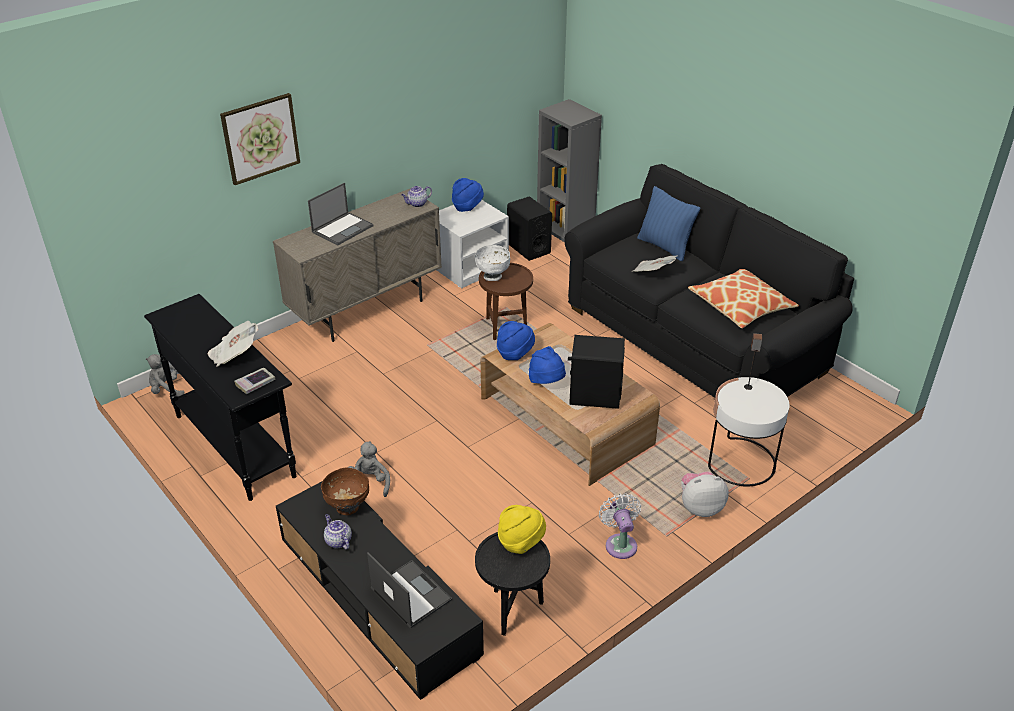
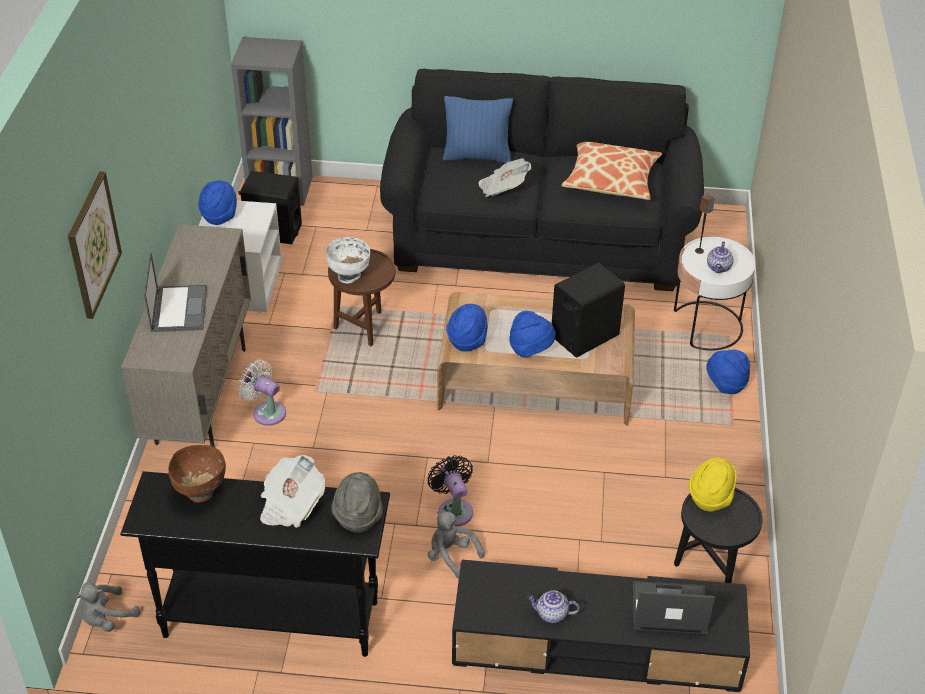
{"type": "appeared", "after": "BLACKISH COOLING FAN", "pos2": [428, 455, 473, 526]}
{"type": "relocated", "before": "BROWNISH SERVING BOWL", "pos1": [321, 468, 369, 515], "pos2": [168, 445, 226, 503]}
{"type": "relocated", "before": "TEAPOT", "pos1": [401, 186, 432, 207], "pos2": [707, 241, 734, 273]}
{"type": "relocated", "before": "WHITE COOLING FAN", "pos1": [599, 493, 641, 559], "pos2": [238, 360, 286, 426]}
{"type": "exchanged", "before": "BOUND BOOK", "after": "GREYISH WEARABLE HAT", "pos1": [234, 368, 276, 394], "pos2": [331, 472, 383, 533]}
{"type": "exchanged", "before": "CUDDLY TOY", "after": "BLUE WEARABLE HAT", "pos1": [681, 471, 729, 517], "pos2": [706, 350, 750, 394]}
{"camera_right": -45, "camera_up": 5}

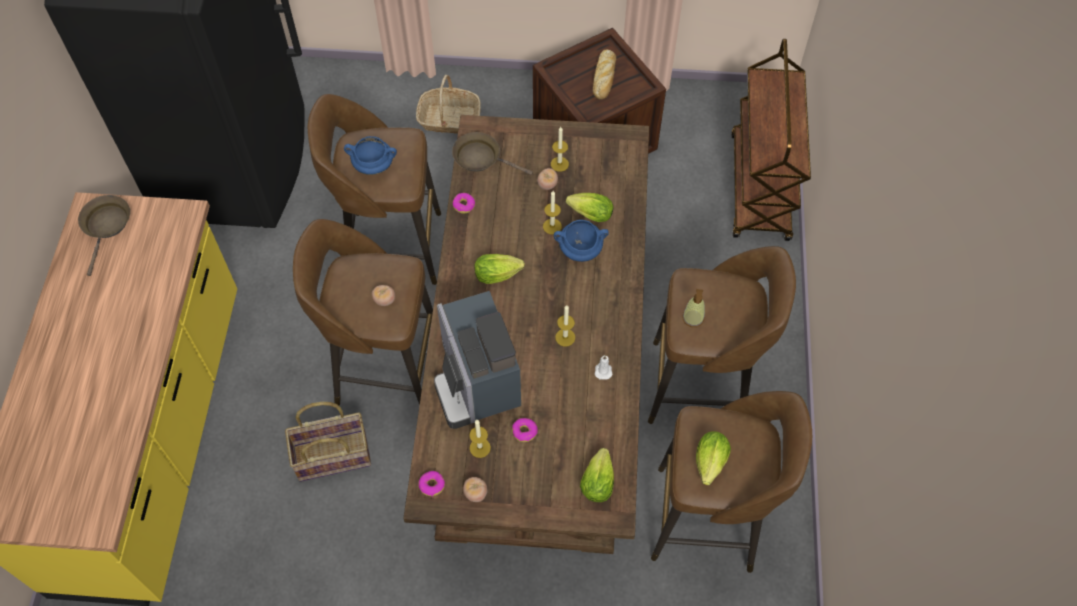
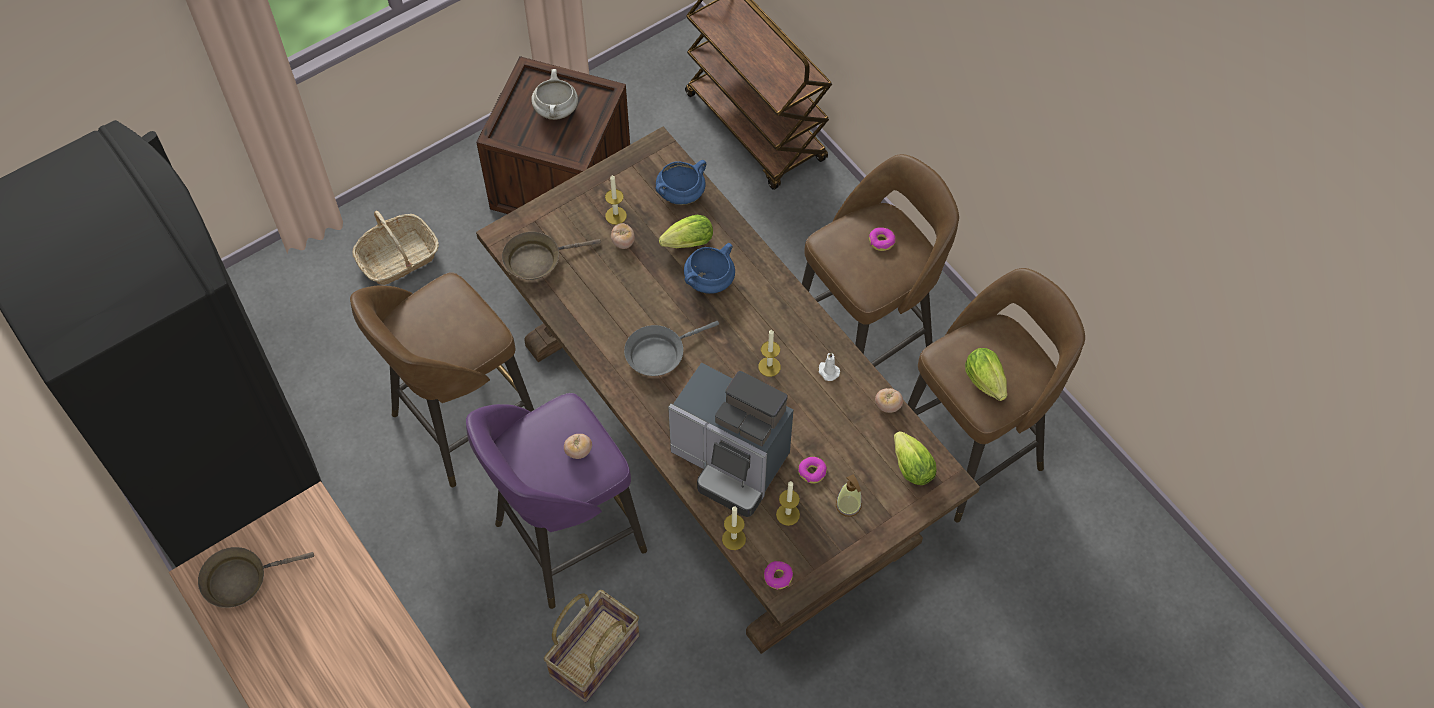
{"type": "relocated", "before": "BLUE STOCKPOT", "pos1": [344, 136, 397, 175], "pos2": [655, 160, 706, 205]}
{"type": "relocated", "before": "DONUT", "pos1": [453, 193, 475, 214], "pos2": [869, 227, 896, 251]}
{"type": "relocated", "before": "WHOLE TOMATO", "pos1": [463, 477, 488, 502], "pos2": [875, 388, 903, 413]}
{"type": "relocated", "before": "WAX LIGHT", "pos1": [543, 191, 562, 234], "pos2": [722, 506, 746, 550]}
{"type": "relocated", "before": "SOAP DISPENSER", "pos1": [682, 289, 705, 327], "pos2": [836, 474, 862, 517]}
{"type": "exchanged", "before": "HEAD OF LETTUCE", "after": "GREYISH SKILLET", "pos1": [474, 254, 525, 284], "pos2": [624, 321, 719, 376]}
{"type": "exchanged", "before": "BAKED BREAD", "after": "WHITE STOCKPOT", "pos1": [593, 49, 616, 100], "pos2": [531, 69, 578, 120]}
{"type": "colour", "before": "BROWNISH SITTING STOOL", "after": "PURPLE SITTING STOOL", "pos1": [293, 219, 433, 405], "pos2": [466, 393, 647, 609]}
{"type": "spun", "before": "BROWNISH SKILLET", "pos1": [78, 195, 130, 276], "pos2": [198, 547, 314, 608], "turn": -75}
{"camera_right": -40, "camera_up": 0}

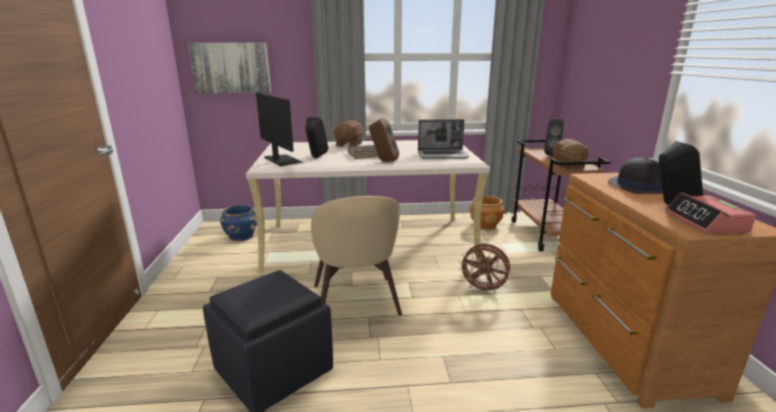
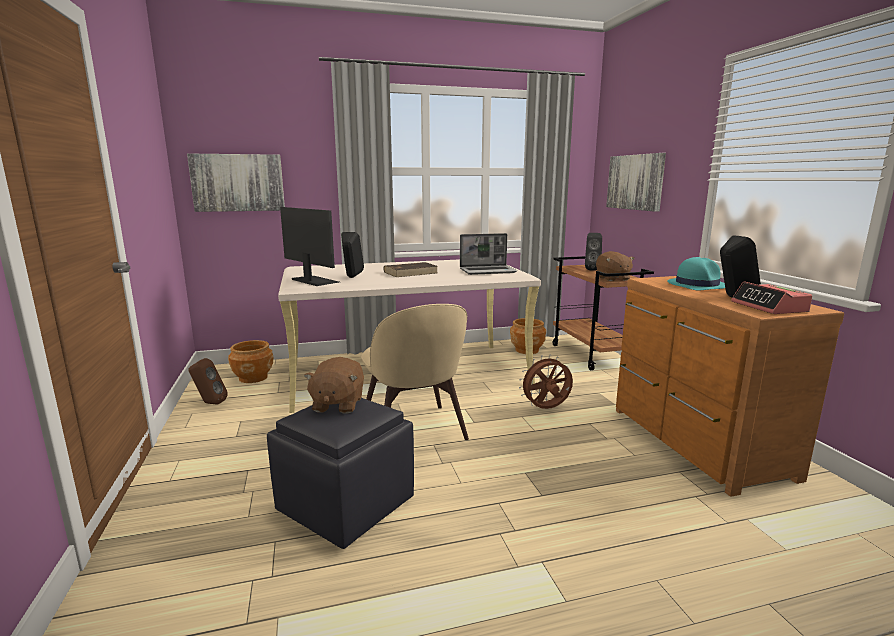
{"type": "appeared", "after": "WALL ART", "pos2": [606, 153, 666, 212]}
{"type": "relocated", "before": "BROWNISH CUDDLY TOY", "pos1": [332, 120, 363, 147], "pos2": [304, 357, 364, 414]}
{"type": "relocated", "before": "BROWNISH SPEAKER", "pos1": [369, 118, 399, 162], "pos2": [189, 358, 228, 405]}
{"type": "colour", "before": "BLUE PLANT POT", "after": "BROWNISH PLANT POT", "pos1": [220, 205, 257, 241], "pos2": [228, 340, 273, 383]}
{"type": "colour", "before": "BLACKISH WEARABLE HAT", "after": "TURQUOISE WEARABLE HAT", "pos1": [608, 157, 663, 194], "pos2": [667, 257, 725, 290]}
{"type": "spun", "before": "BROWNISH COOLING FAN", "pos1": [458, 244, 512, 294], "pos2": [519, 355, 573, 409], "turn": 150}
{"camera_right": -10, "camera_up": -5}

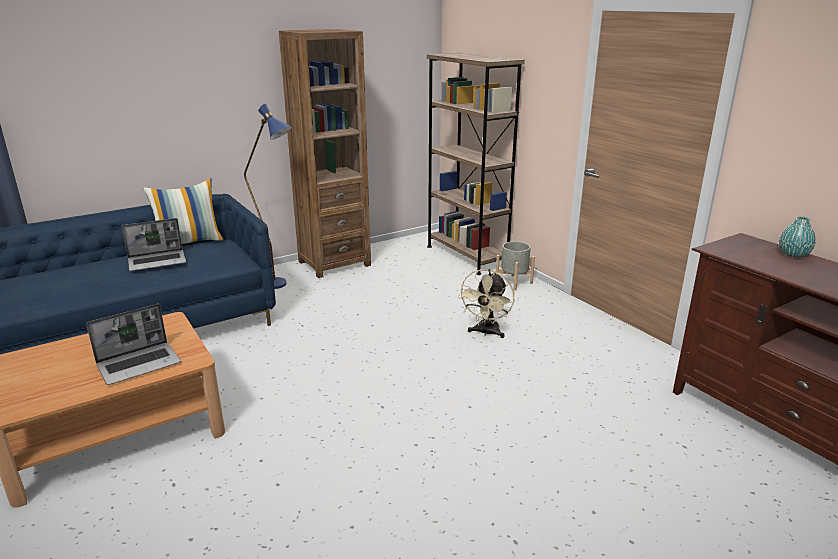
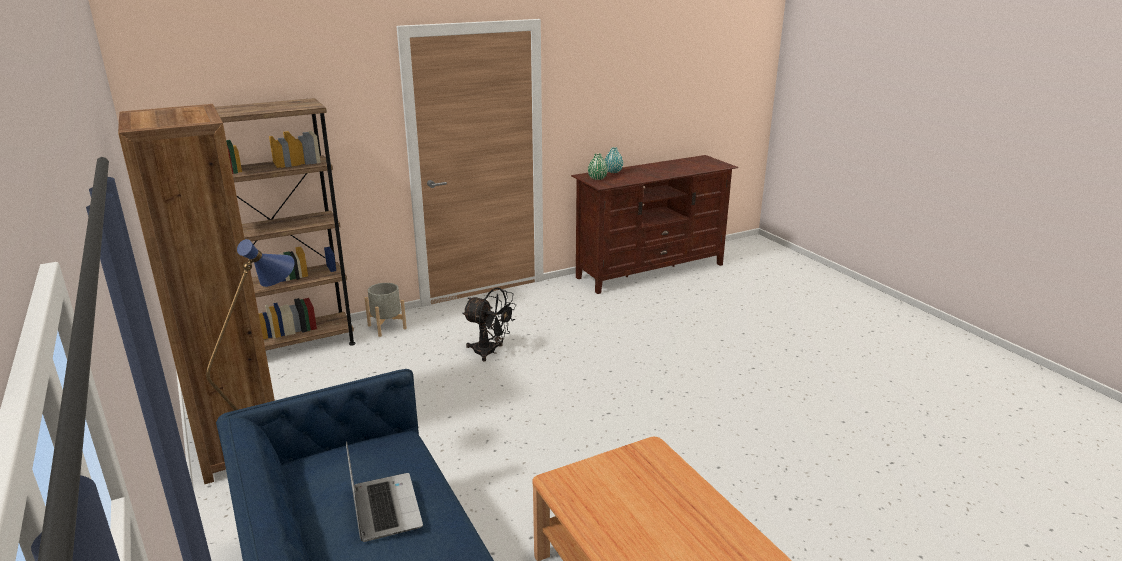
{"type": "missing", "before": "NOTEBOOK COMPUTER", "pos1": [86, 304, 181, 385]}
{"type": "missing", "before": "PILLOW", "pos1": [143, 178, 224, 244]}
{"type": "appeared", "after": "GREEN VASE", "pos2": [588, 153, 608, 180]}
{"type": "colour", "before": "BEIGE COOLING FAN", "after": "BLACKISH COOLING FAN", "pos1": [458, 269, 514, 338], "pos2": [462, 288, 516, 362]}
{"camera_right": -85, "camera_up": 0}

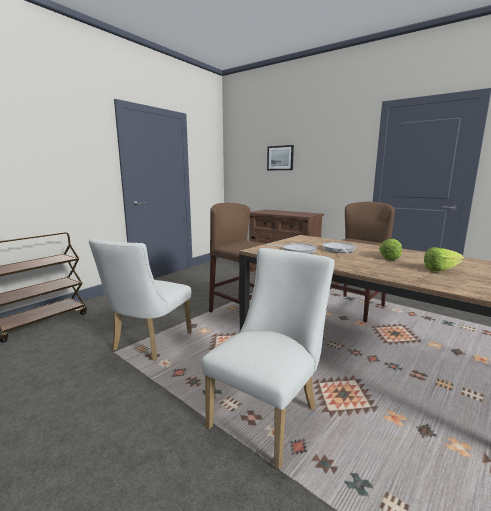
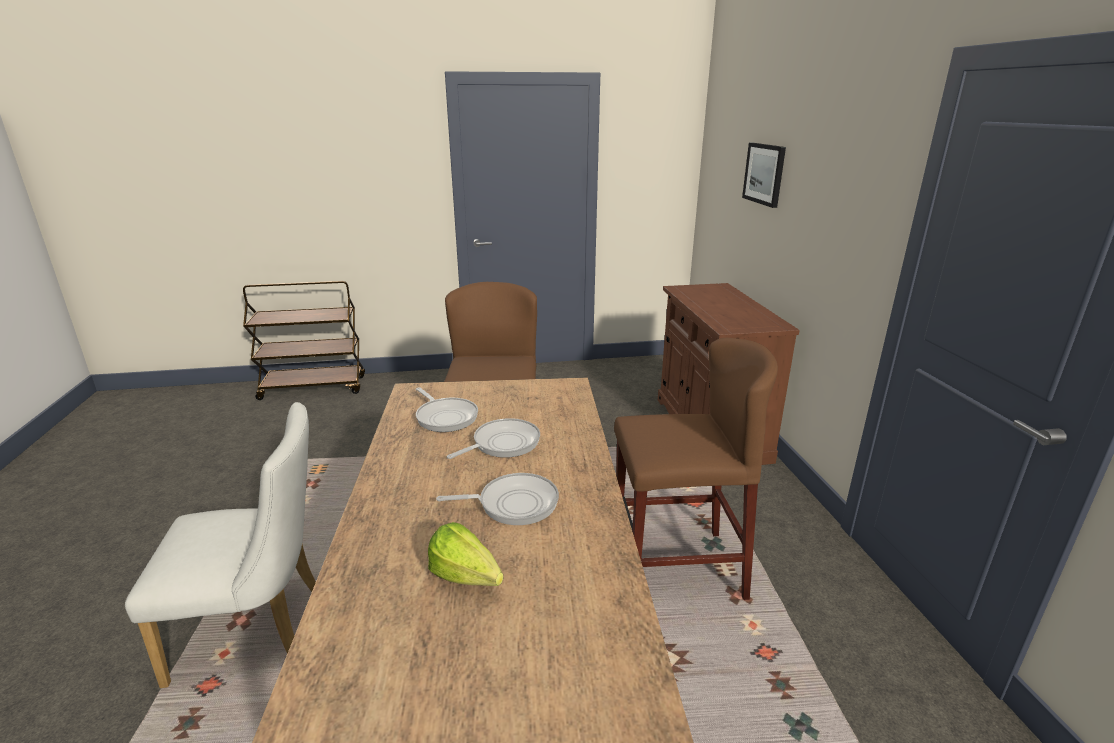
{"type": "missing", "before": "WHITE PLAIN CHAIR", "pos1": [89, 238, 192, 361]}
{"type": "exchanged", "before": "HEAD OF LETTUCE", "after": "SKILLET", "pos1": [379, 239, 402, 260], "pos2": [436, 473, 559, 525]}
{"camera_right": 45, "camera_up": 10}

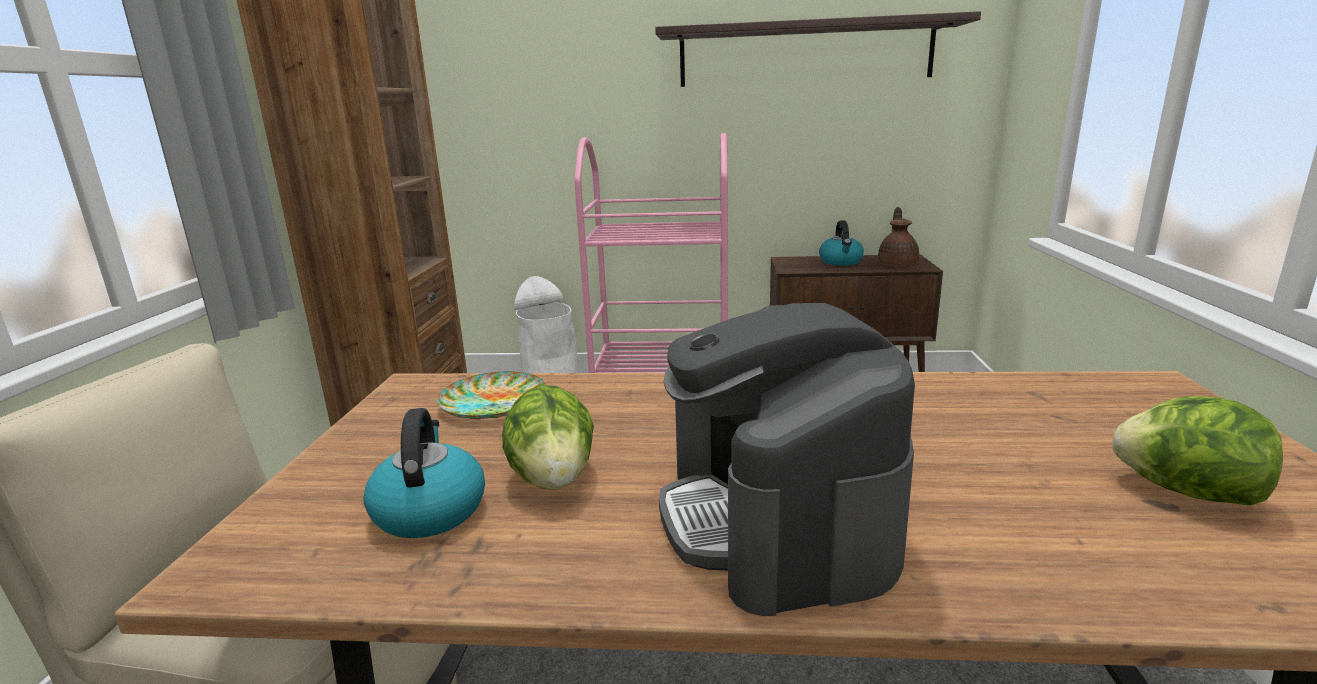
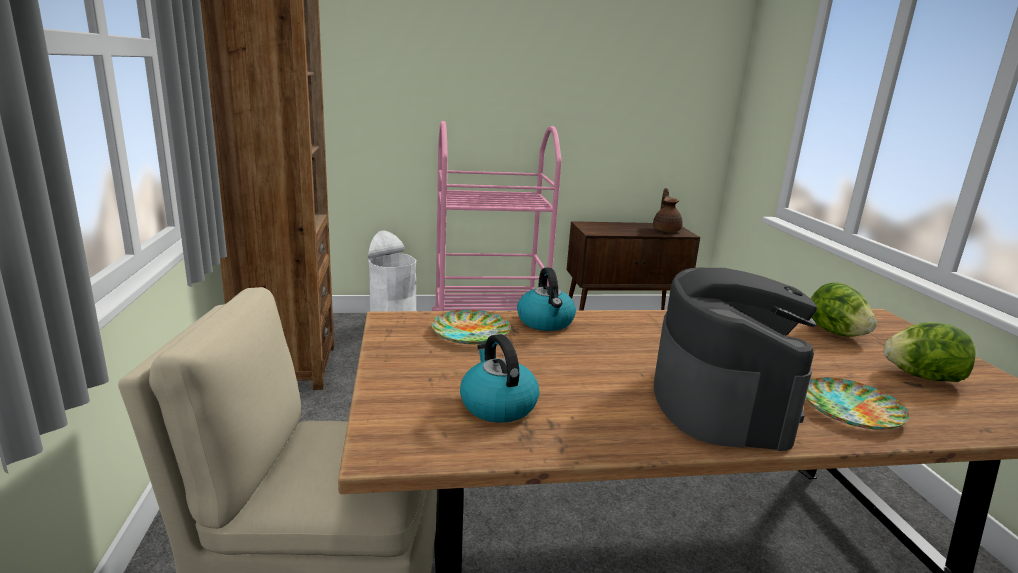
{"type": "missing", "before": "SHELF", "pos1": [655, 11, 981, 87]}
{"type": "appeared", "after": "FLAT DISH", "pos2": [806, 378, 910, 430]}
{"type": "relocated", "before": "HEAD OF LETTUCE", "pos1": [502, 385, 594, 490], "pos2": [811, 283, 877, 337]}
{"type": "relocated", "before": "KETTLE", "pos1": [819, 220, 864, 266], "pos2": [517, 268, 576, 331]}
{"type": "spun", "before": "COFFEE BREWER", "pos1": [659, 303, 915, 616], "pos2": [654, 267, 817, 451], "turn": -150}
{"camera_right": -15, "camera_up": 0}

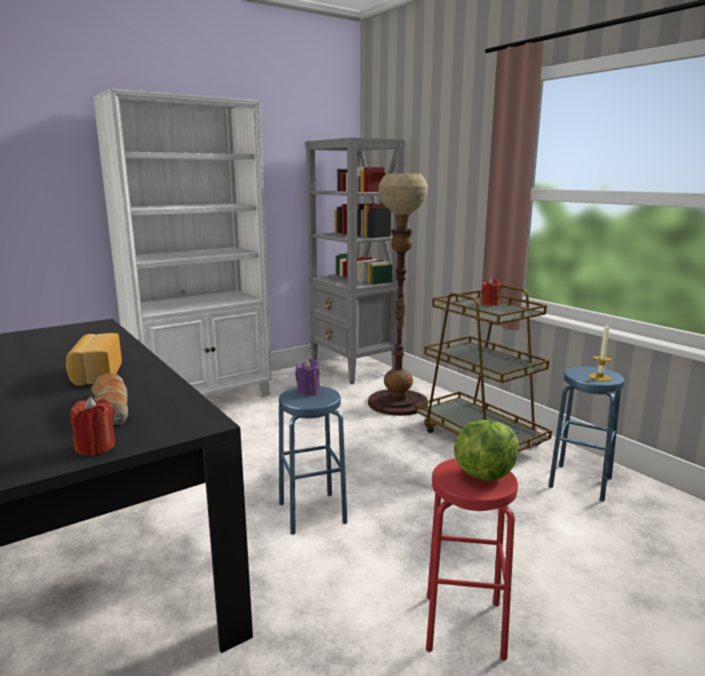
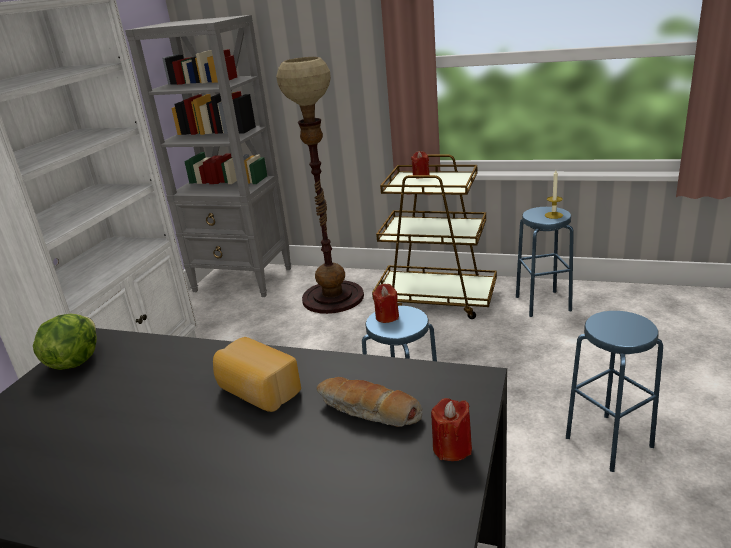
{"type": "relocated", "before": "HEAD OF LETTUCE", "pos1": [454, 420, 519, 481], "pos2": [33, 314, 97, 370]}
{"type": "colour", "before": "PURPLE WAX LIGHT", "after": "REDDISH WAX LIGHT", "pos1": [295, 359, 320, 395], "pos2": [373, 284, 399, 323]}
{"type": "colour", "before": "REDDISH SITTING STOOL", "after": "BLUE SITTING STOOL", "pos1": [426, 458, 518, 661], "pos2": [566, 311, 663, 472]}
{"camera_right": -35, "camera_up": 10}

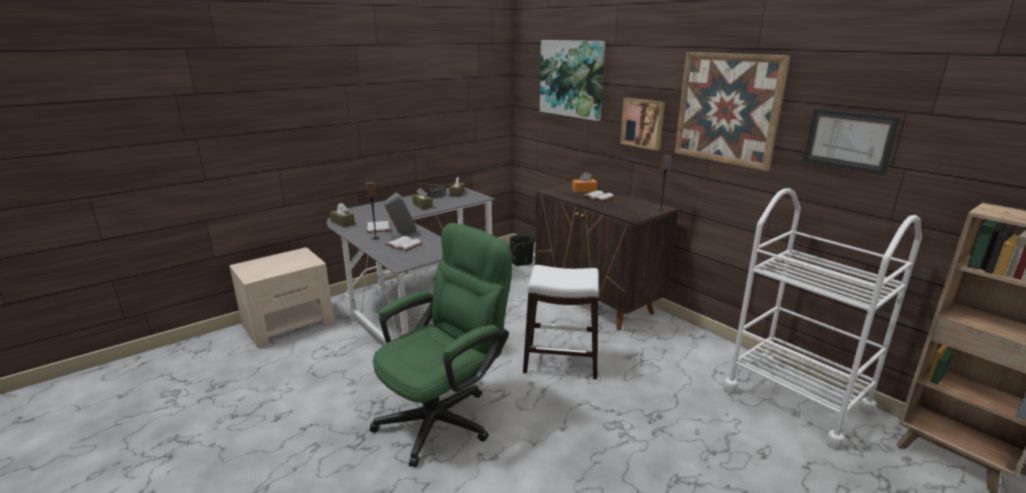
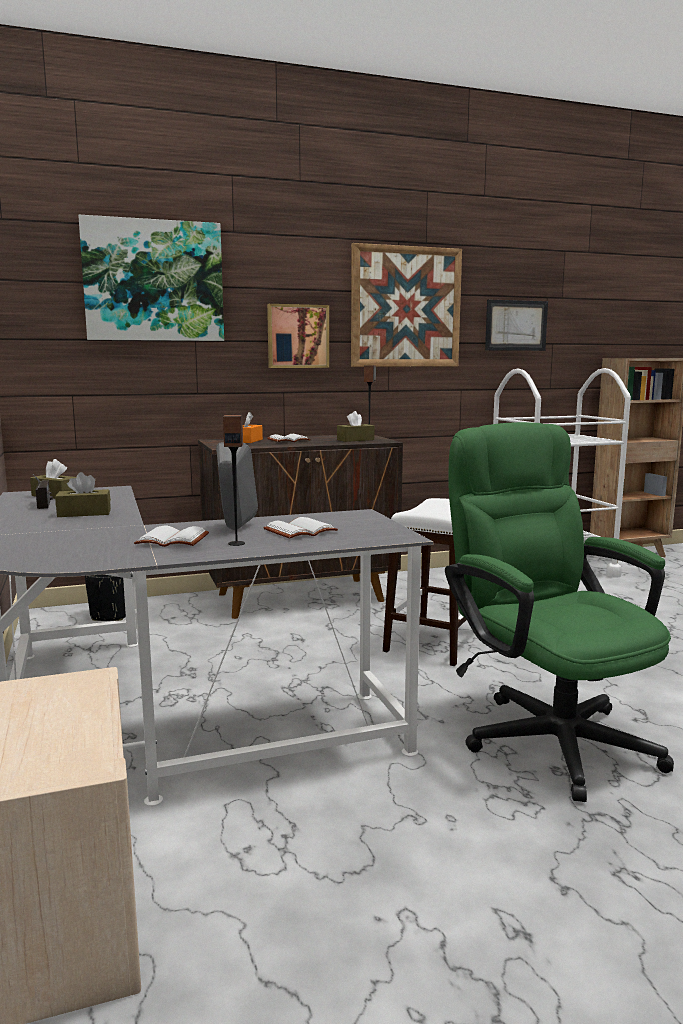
{"type": "relocated", "before": "BROWNISH TISSUE BOX", "pos1": [330, 203, 355, 227], "pos2": [337, 411, 374, 442]}
{"camera_right": -70, "camera_up": -10}

